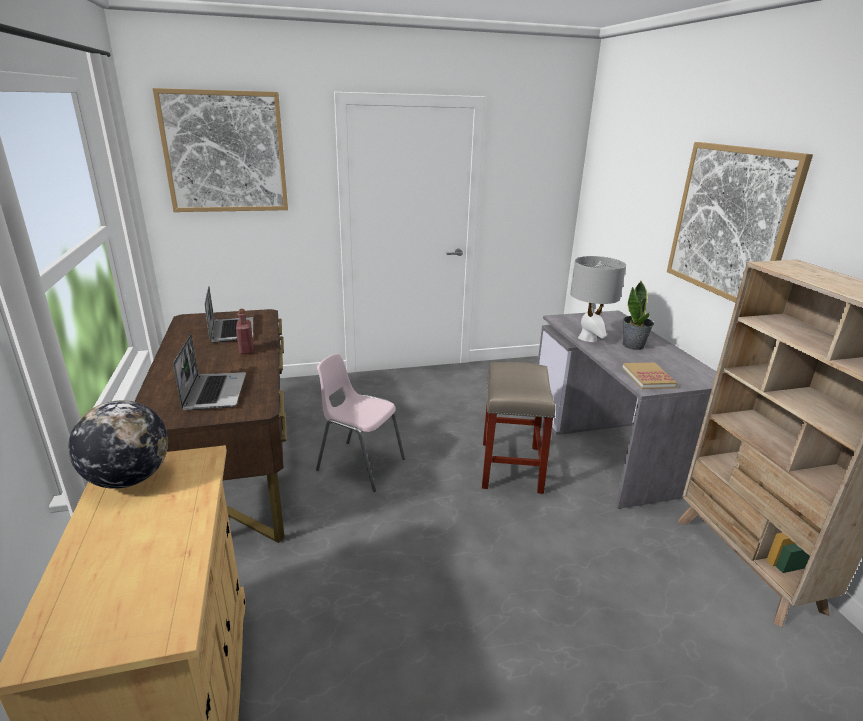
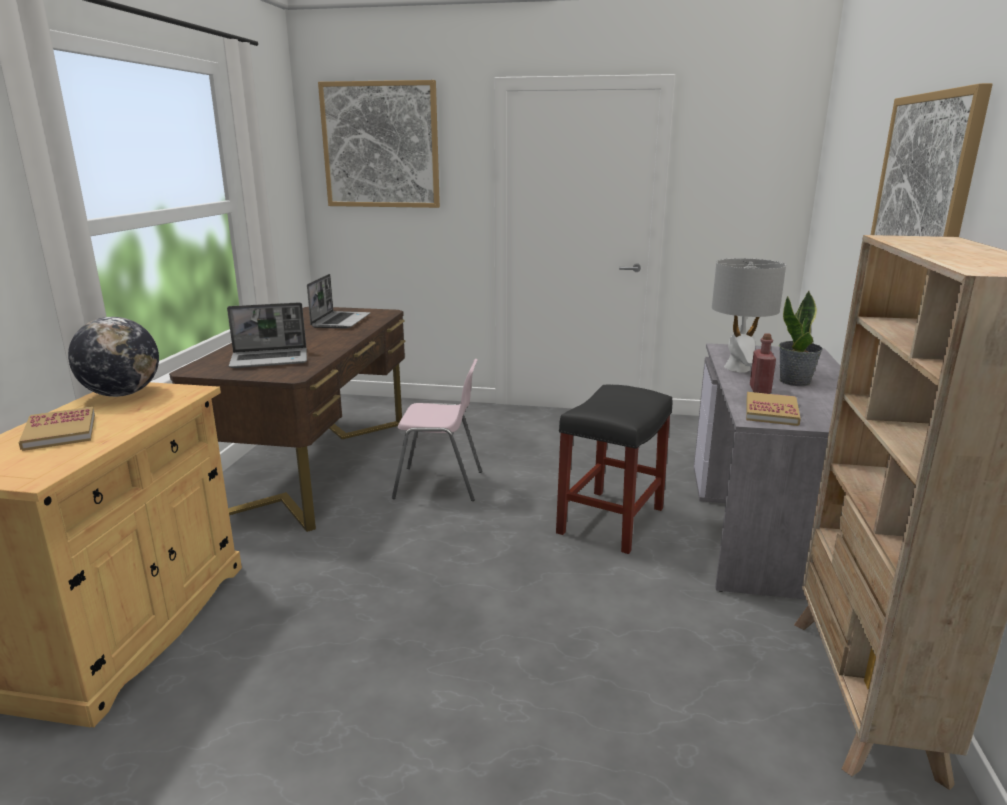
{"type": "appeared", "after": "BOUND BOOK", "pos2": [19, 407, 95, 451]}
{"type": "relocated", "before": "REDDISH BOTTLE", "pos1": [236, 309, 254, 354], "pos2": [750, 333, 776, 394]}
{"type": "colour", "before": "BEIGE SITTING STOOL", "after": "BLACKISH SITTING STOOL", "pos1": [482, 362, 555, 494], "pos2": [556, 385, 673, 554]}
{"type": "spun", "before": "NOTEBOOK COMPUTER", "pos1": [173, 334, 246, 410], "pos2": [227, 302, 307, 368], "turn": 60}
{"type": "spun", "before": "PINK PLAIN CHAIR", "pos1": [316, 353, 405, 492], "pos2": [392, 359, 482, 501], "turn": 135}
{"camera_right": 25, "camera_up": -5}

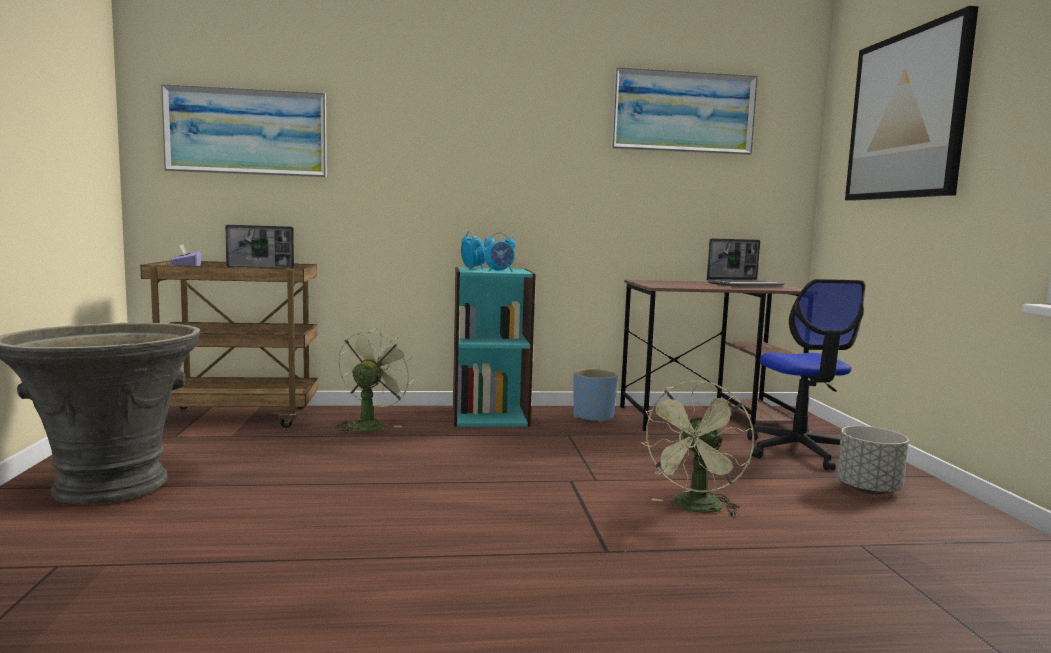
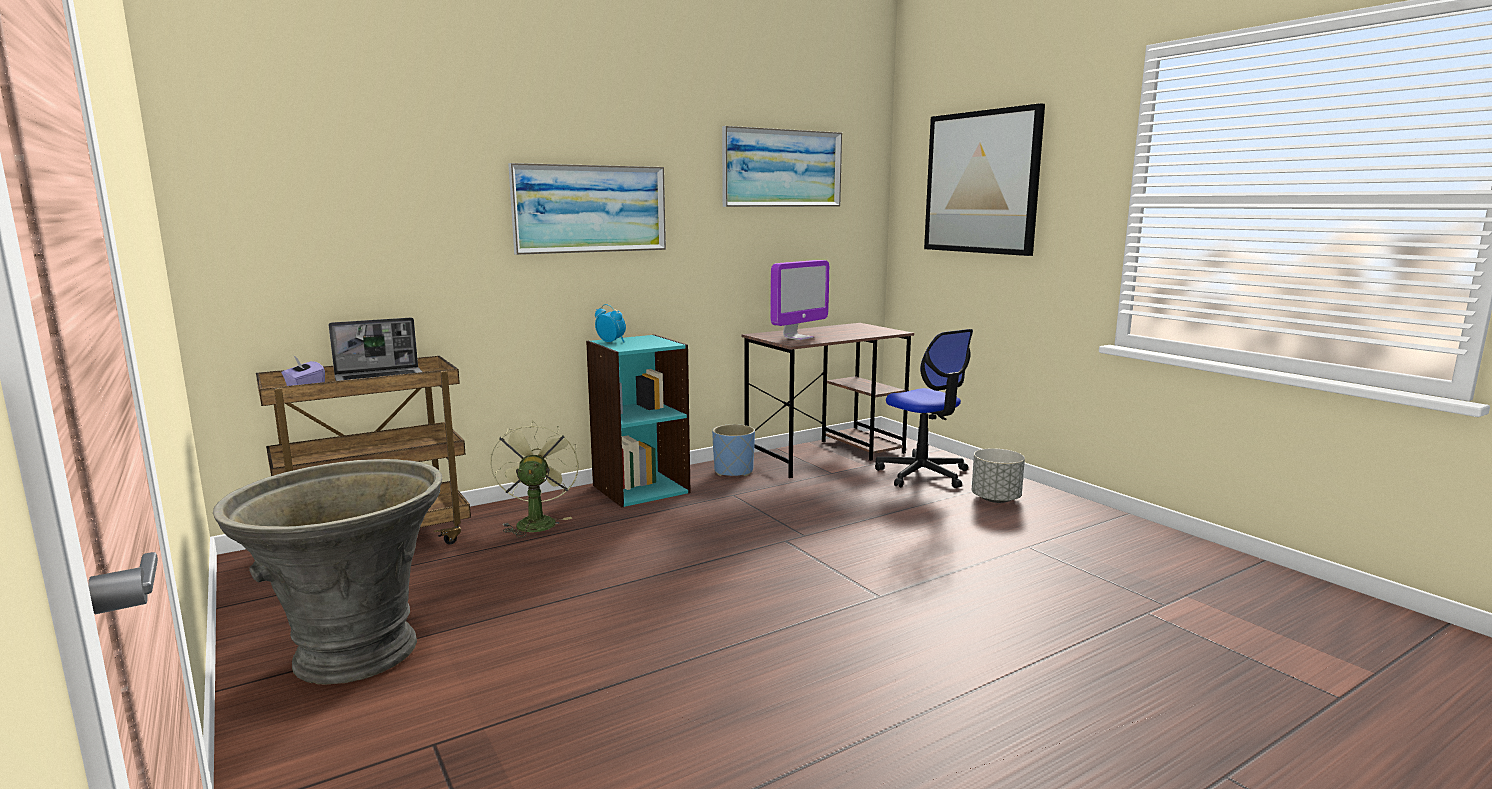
{"type": "missing", "before": "BEDSIDE CLOCK", "pos1": [484, 232, 516, 272]}
{"type": "missing", "before": "GREEN COOLING FAN", "pos1": [640, 381, 754, 517]}
{"type": "missing", "before": "NOTEBOOK COMPUTER", "pos1": [707, 238, 785, 286]}
{"type": "appeared", "after": "COMPUTER DISPLAY", "pos2": [771, 260, 829, 340]}
{"type": "relocated", "before": "WALL ART", "pos1": [161, 84, 327, 177], "pos2": [508, 163, 666, 255]}
{"camera_right": -25, "camera_up": 5}

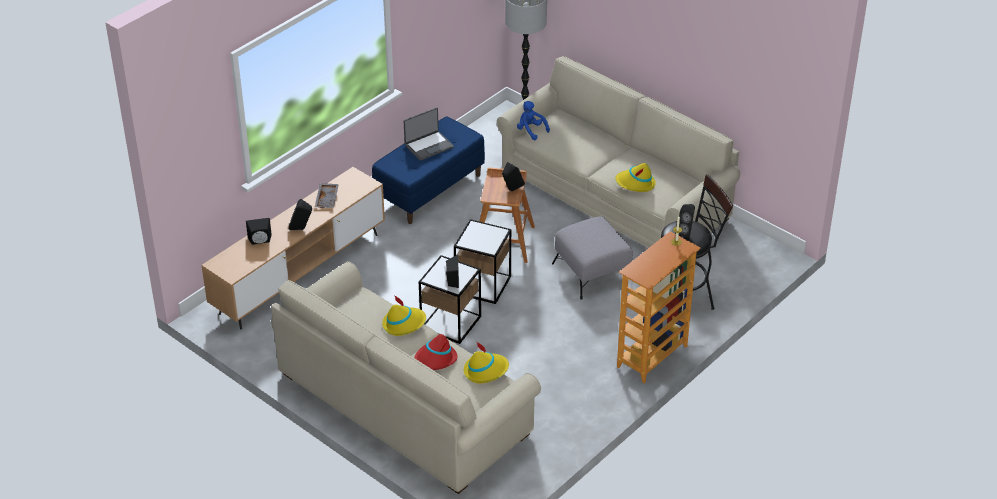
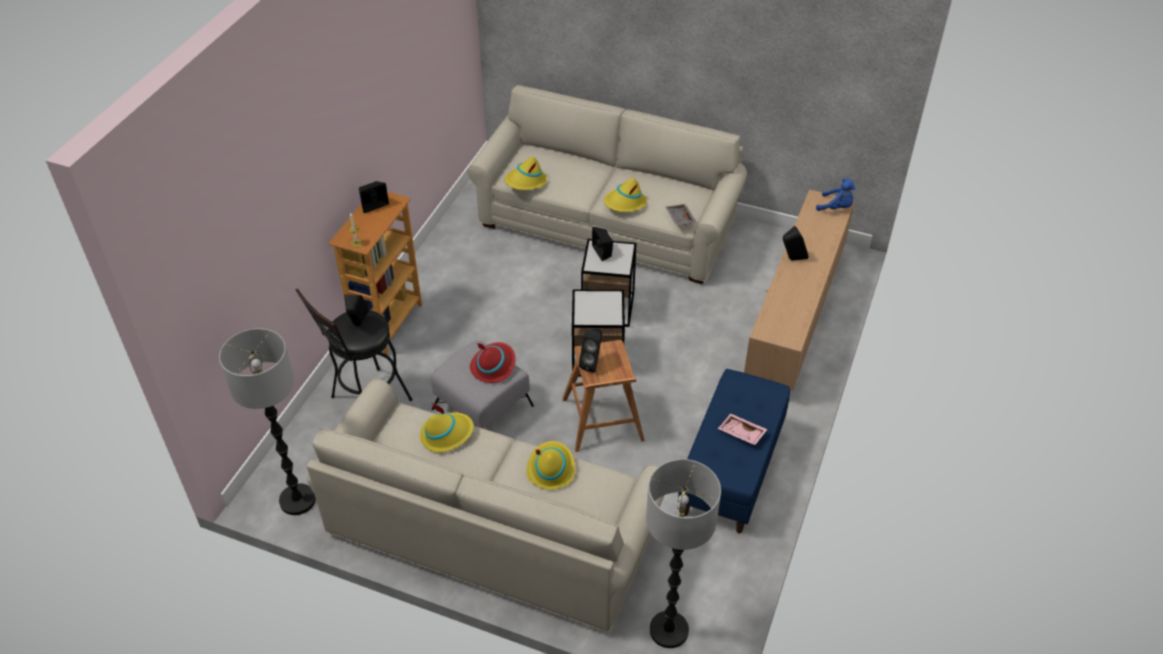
{"type": "appeared", "after": "STANDARD LAMP", "pos2": [219, 328, 316, 515]}
{"type": "appeared", "after": "YELLOWISH WEARABLE HAT", "pos2": [526, 441, 575, 490]}
{"type": "relocated", "before": "BLACKISH SPEAKER", "pos1": [246, 218, 272, 245], "pos2": [359, 181, 389, 213]}
{"type": "relocated", "before": "GREYISH TRAY", "pos1": [315, 183, 339, 208], "pos2": [666, 204, 696, 226]}
{"type": "relocated", "before": "REDDISH WEARABLE HAT", "pos1": [414, 334, 458, 370], "pos2": [470, 342, 515, 383]}
{"type": "relocated", "before": "BLUE CUDDLY TOY", "pos1": [517, 101, 550, 140], "pos2": [816, 178, 856, 211]}
{"type": "exchanged", "before": "NOTEBOOK COMPUTER", "after": "PINK TRAY", "pos1": [404, 107, 454, 161], "pos2": [718, 414, 768, 445]}
{"camera_right": 160, "camera_up": 5}

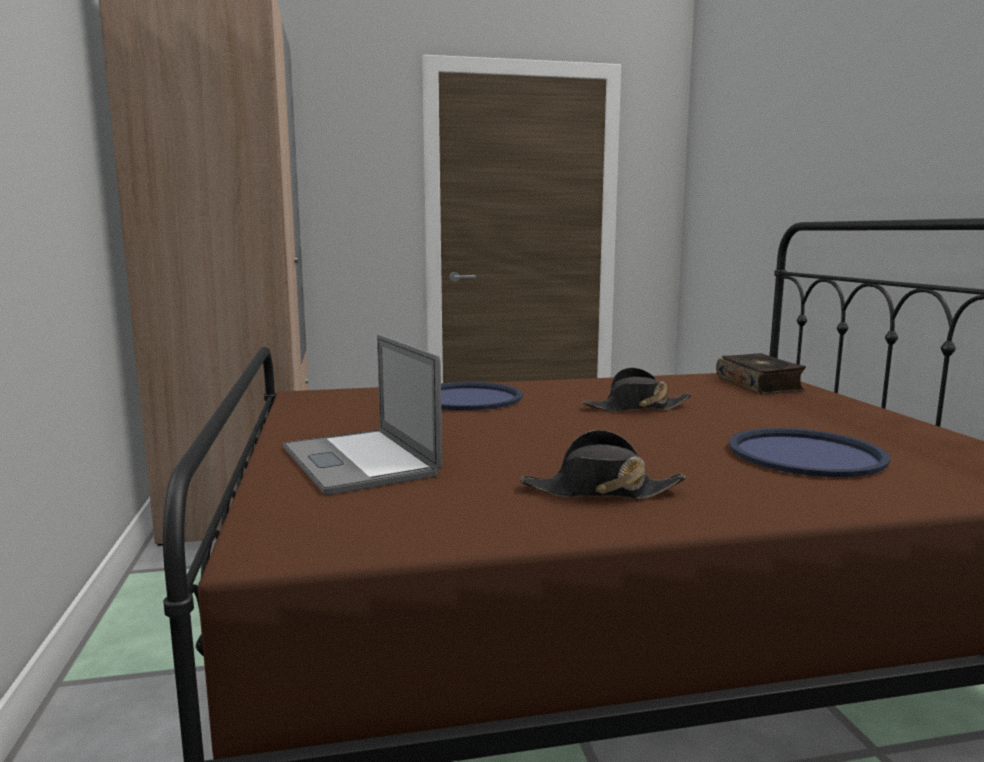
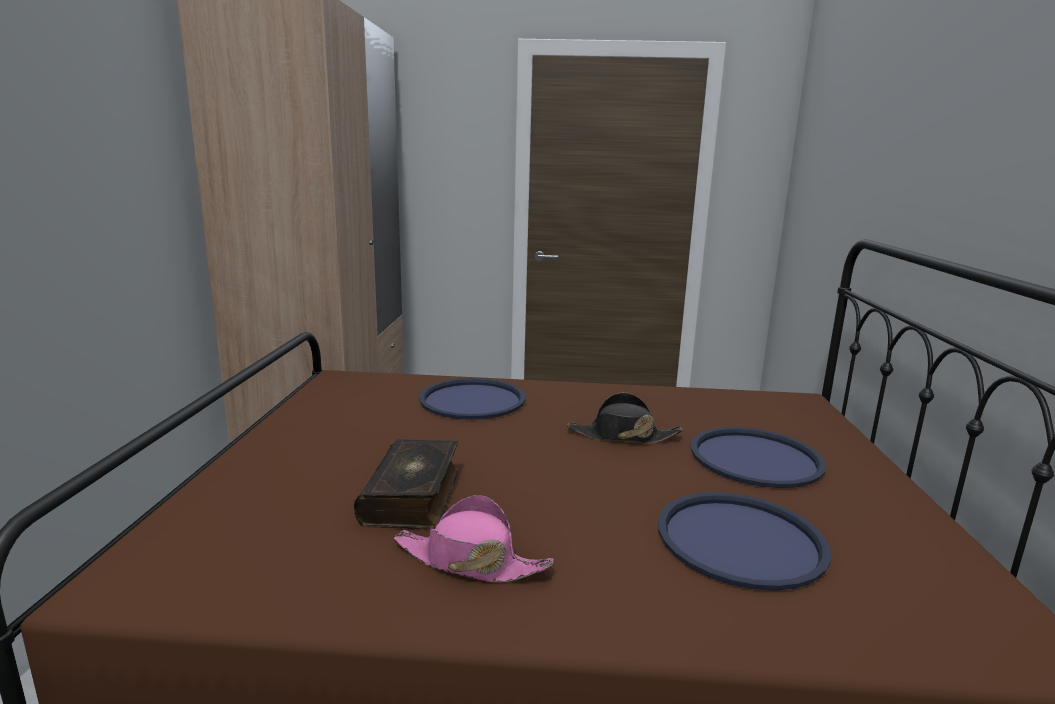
{"type": "missing", "before": "NOTEBOOK COMPUTER", "pos1": [283, 334, 442, 495]}
{"type": "appeared", "after": "BLUE TRAY", "pos2": [691, 427, 826, 488]}
{"type": "relocated", "before": "BOUND BOOK", "pos1": [716, 353, 806, 394], "pos2": [354, 439, 459, 529]}
{"type": "colour", "before": "BLACKISH WEARABLE HAT", "after": "PINK WEARABLE HAT", "pos1": [520, 430, 686, 499], "pos2": [394, 495, 554, 582]}
{"camera_right": 15, "camera_up": 5}

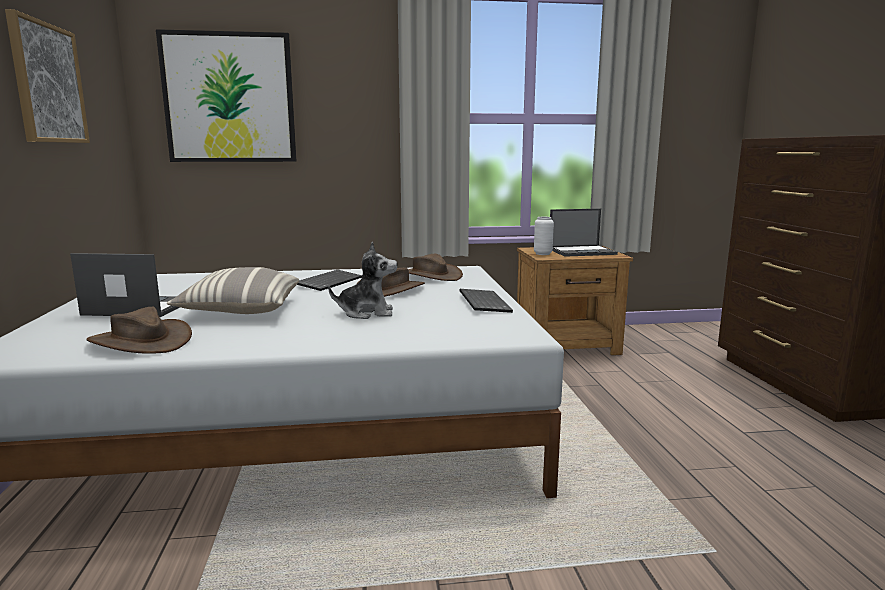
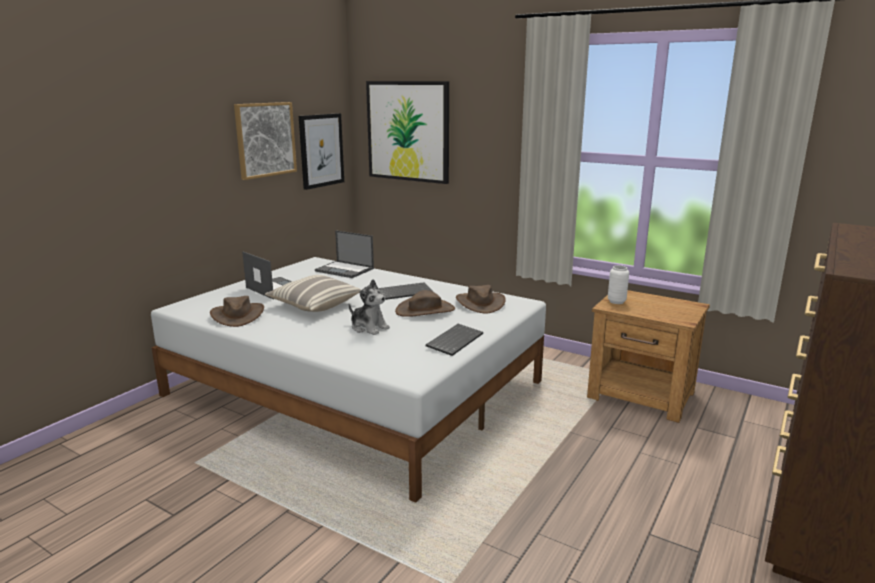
{"type": "appeared", "after": "WALL ART", "pos2": [299, 113, 344, 190]}
{"type": "relocated", "before": "NOTEBOOK COMPUTER", "pos1": [550, 209, 618, 257], "pos2": [315, 230, 374, 278]}
{"camera_right": 40, "camera_up": 5}

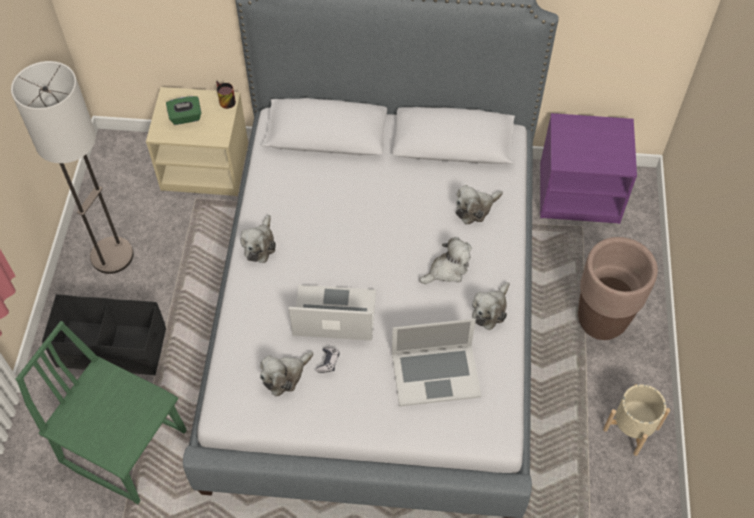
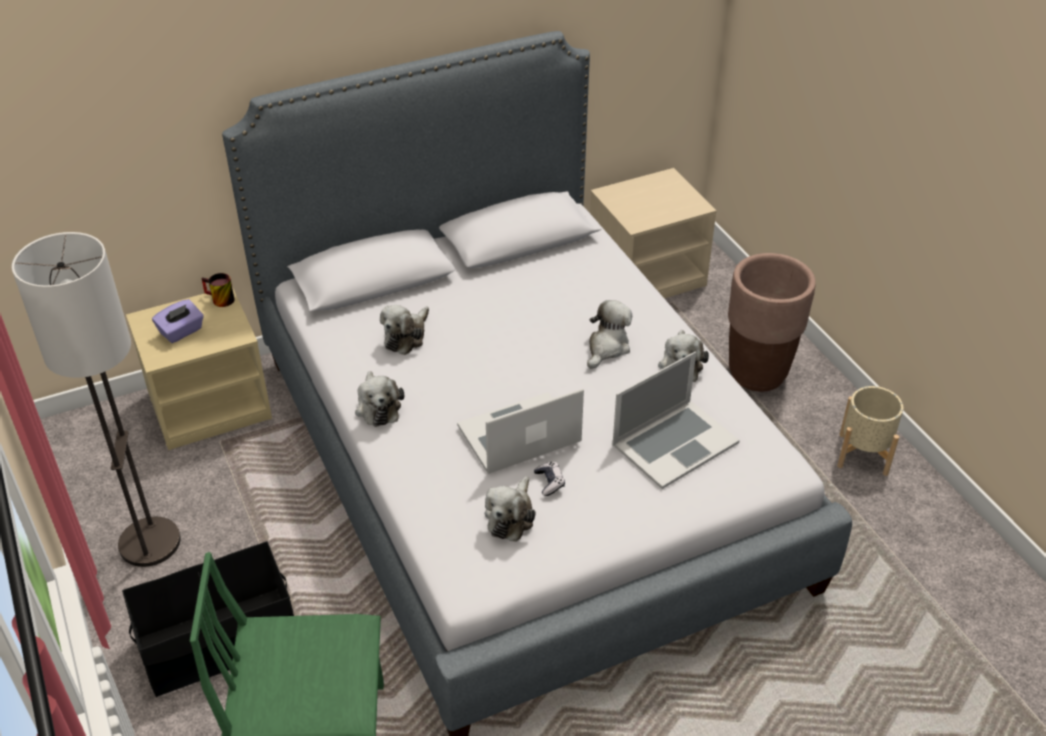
{"type": "relocated", "before": "CUDDLY TOY", "pos1": [456, 185, 503, 224], "pos2": [380, 305, 429, 355]}
{"type": "colour", "before": "GREEN TISSUE BOX", "after": "PURPLE TISSUE BOX", "pos1": [166, 96, 201, 125], "pos2": [152, 299, 204, 343]}
{"type": "colour", "before": "PURPLE NIGHTSTAND", "after": "BEIGE NIGHTSTAND", "pos1": [540, 113, 637, 224], "pos2": [590, 168, 717, 299]}
{"camera_right": -30, "camera_up": -15}

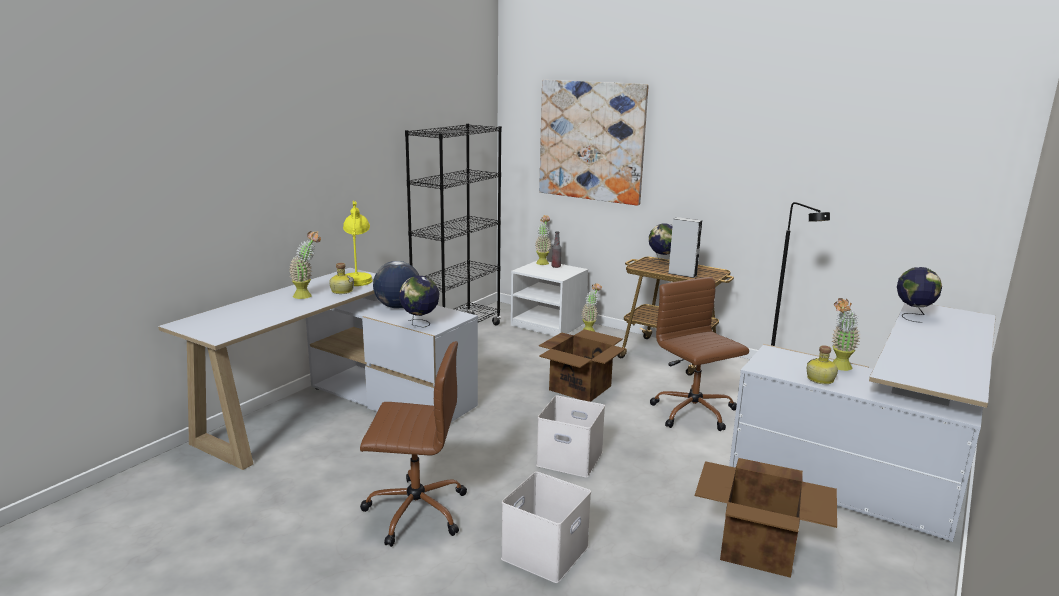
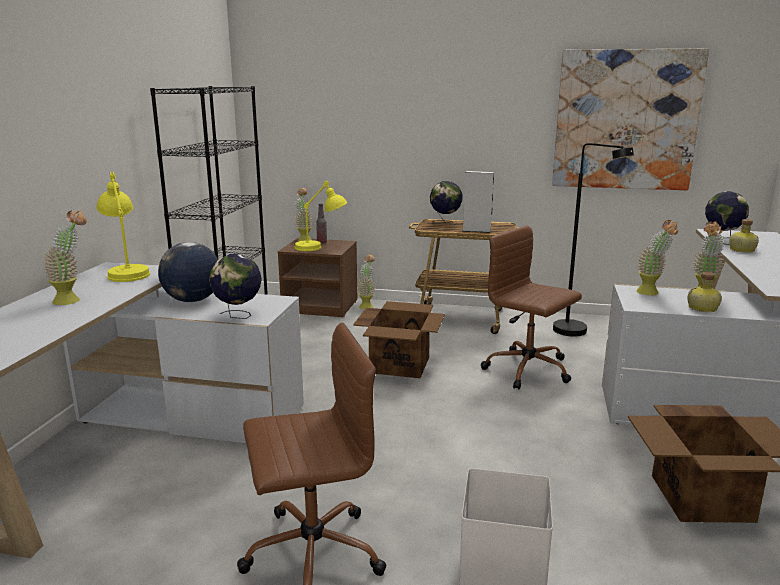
{"type": "missing", "before": "WHITE STORAGE BOX", "pos1": [536, 396, 605, 478]}
{"type": "appeared", "after": "YELLOWISH TABLE LAMP", "pos2": [294, 181, 347, 251]}
{"type": "appeared", "after": "POTTED PLANT", "pos2": [636, 220, 678, 295]}
{"type": "relocated", "before": "BOTTLE", "pos1": [329, 263, 354, 294], "pos2": [729, 219, 759, 253]}
{"type": "relocated", "before": "WALL ART", "pos1": [539, 80, 649, 206], "pos2": [552, 48, 709, 190]}
{"type": "colour", "before": "WHITE NIGHTSTAND", "after": "BROWNISH NIGHTSTAND", "pos1": [511, 260, 588, 336], "pos2": [278, 238, 357, 317]}
{"camera_right": -20, "camera_up": 0}

